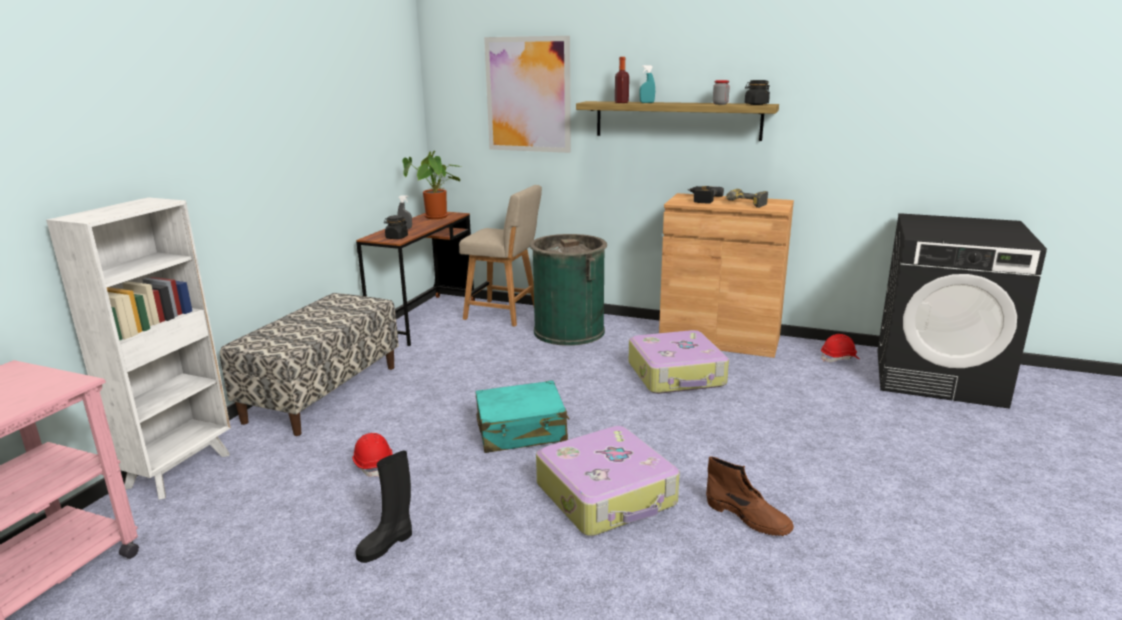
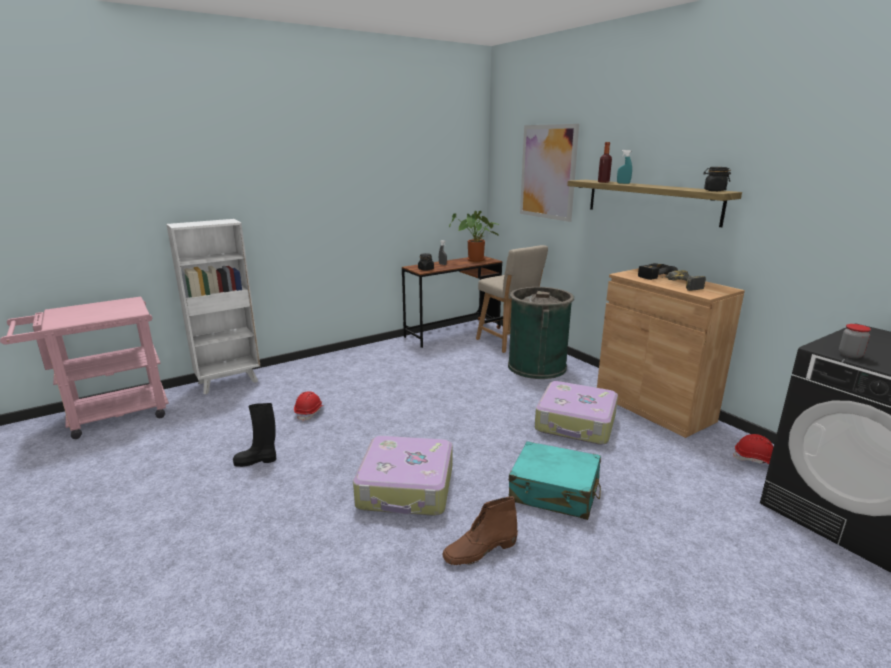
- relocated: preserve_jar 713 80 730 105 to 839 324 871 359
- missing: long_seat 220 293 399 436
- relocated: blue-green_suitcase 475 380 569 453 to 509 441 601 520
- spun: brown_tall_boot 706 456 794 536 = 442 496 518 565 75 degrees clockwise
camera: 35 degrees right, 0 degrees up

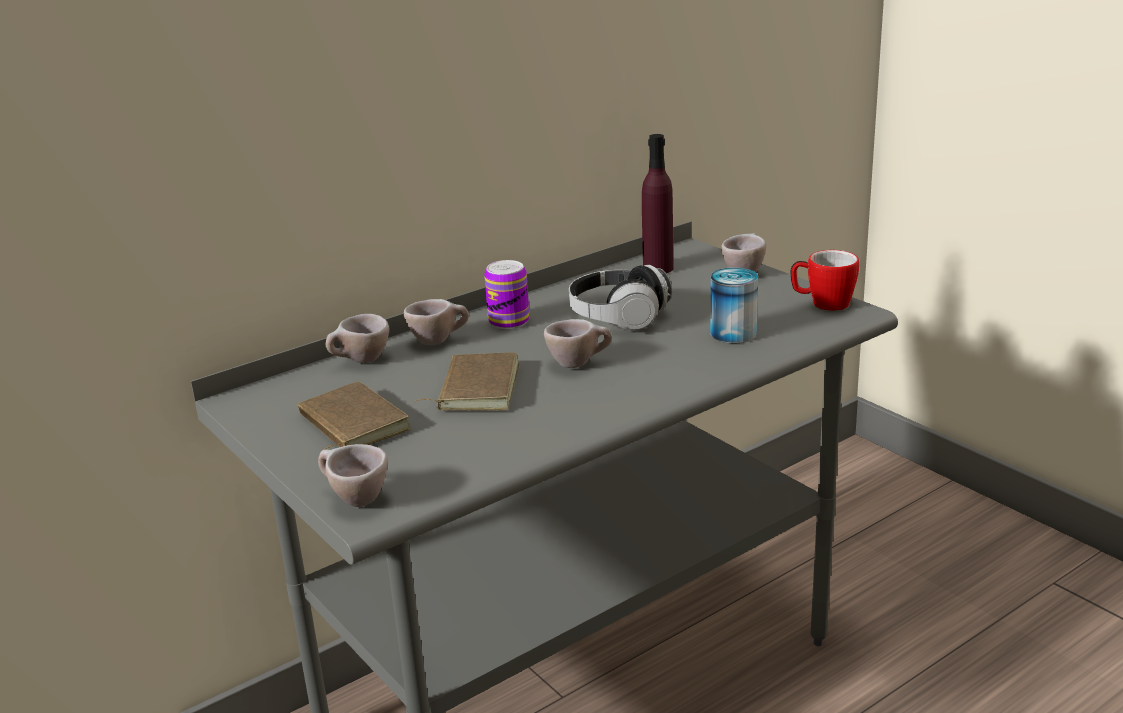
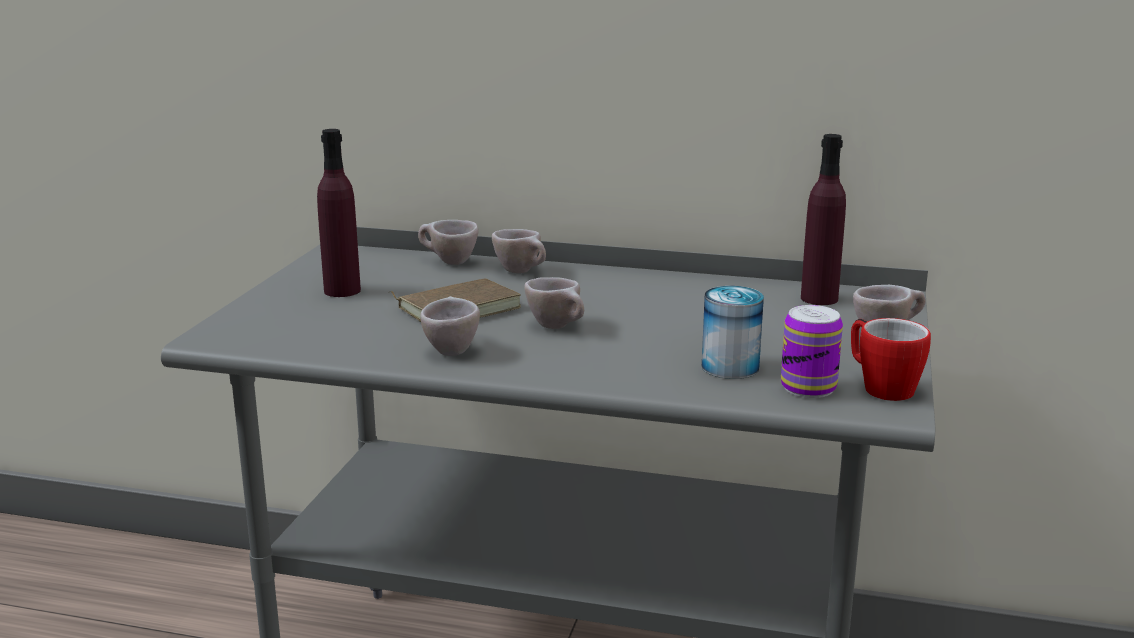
- relocated: can 484 260 529 329 to 781 305 843 398
- missing: pair_of_headphones 569 265 672 330
- exchanged: brown_book 298 381 411 450 to purplish_bottle 317 129 361 297
- relocated: beige-coloured_cup 318 444 388 507 to 421 296 480 356
camera: 50 degrees right, 5 degrees down

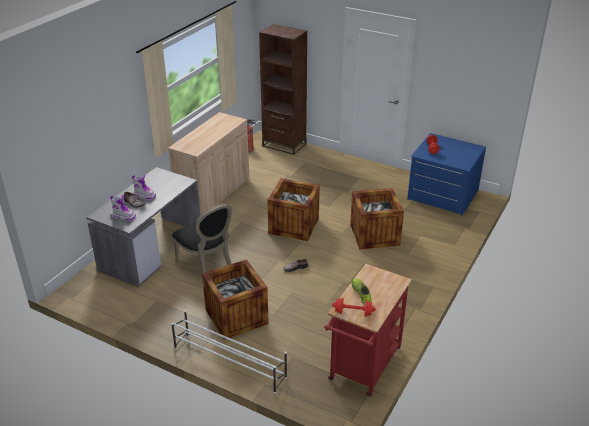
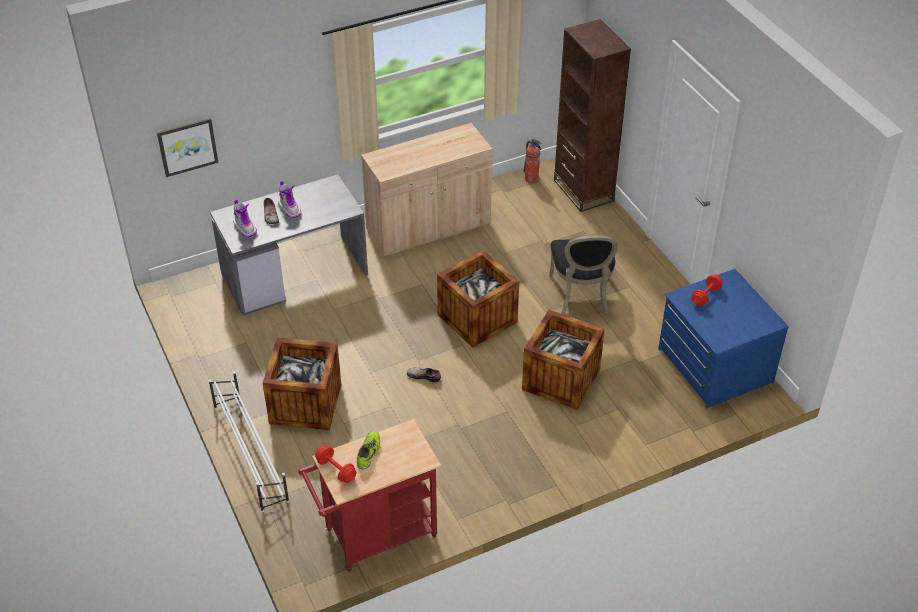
- relocated: black-coloured_upright_chair 172 203 232 283 to 549 234 618 314
- appeared: wall_art 157 118 219 177
camera: 35 degrees right, 10 degrees up

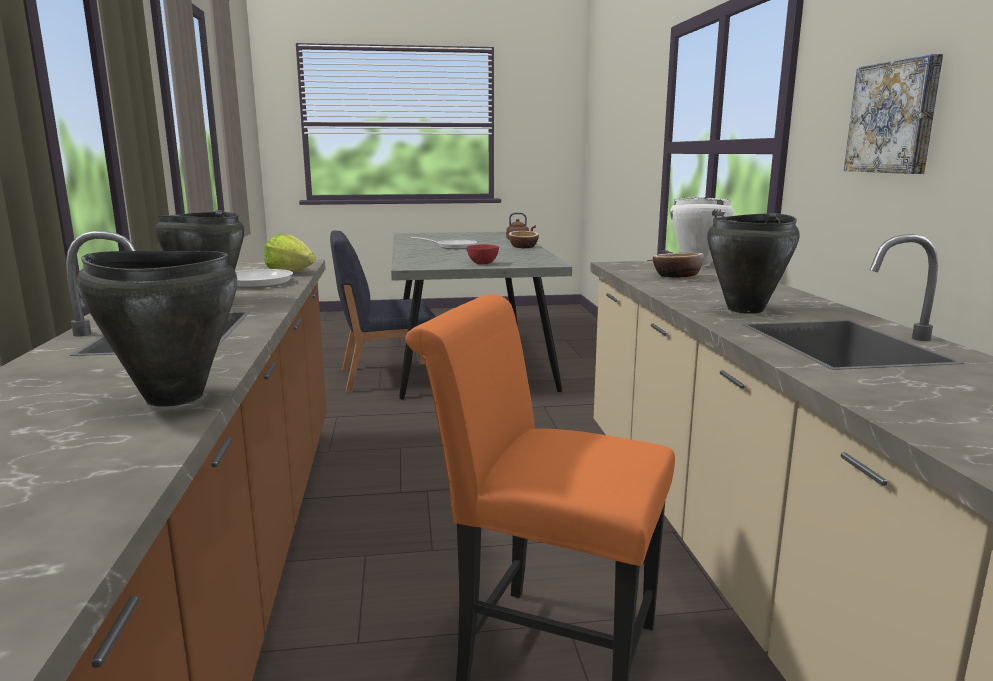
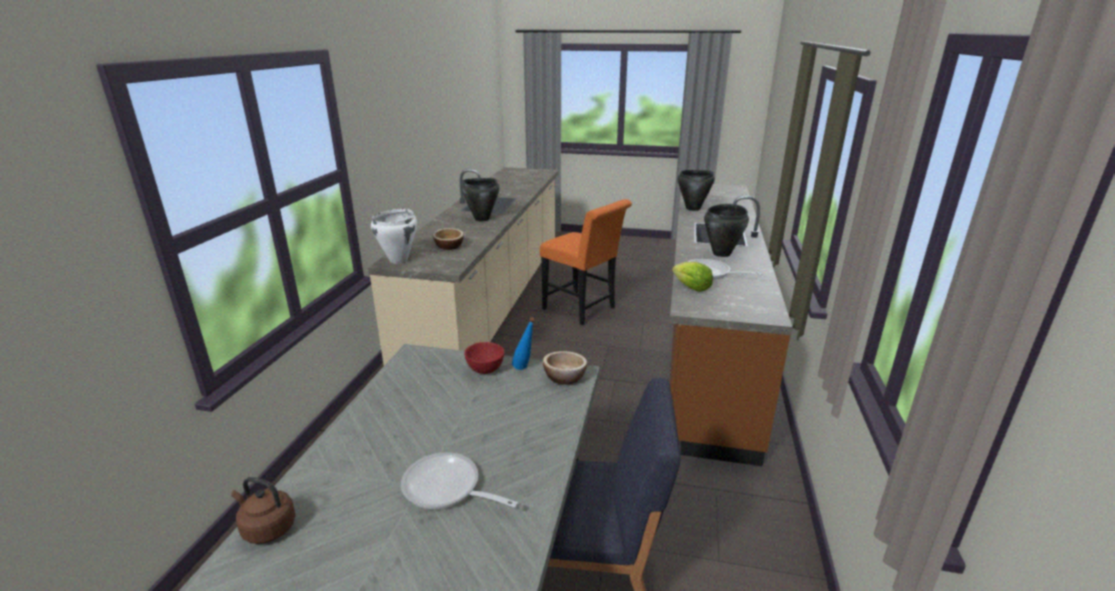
- missing: wall_art 844 54 943 174
- relocated: bowl 509 231 539 248 to 543 351 587 384
- appeared: blue_bottle 512 317 535 370
camera: 160 degrees left, 10 degrees up

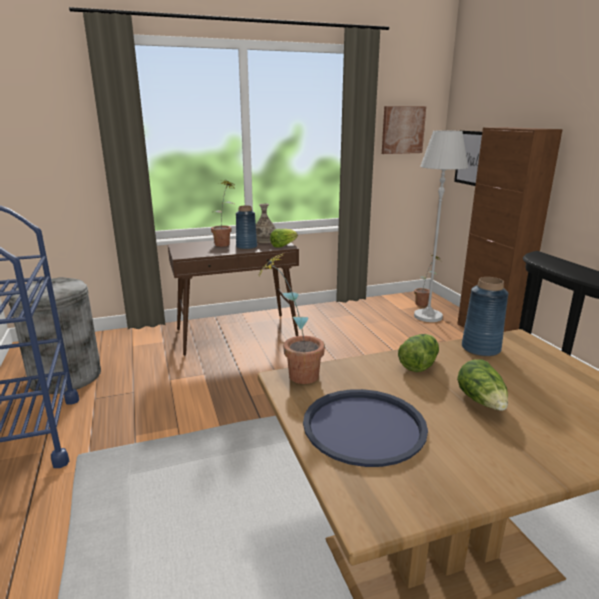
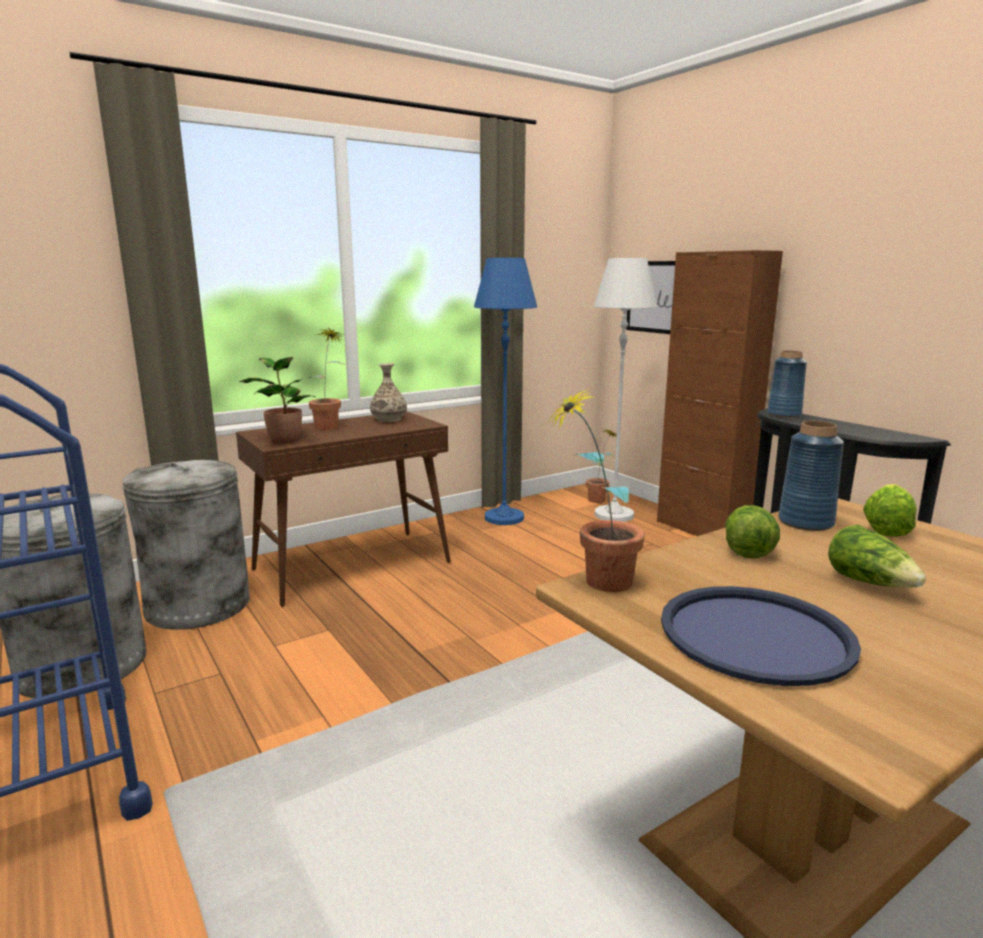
- missing: wall_art 382 106 426 154
- relocated: blue_decorative_vase 236 205 257 250 to 767 351 807 418
- relocated: head_of_lettuce 270 229 298 248 to 863 484 917 537
- appeared: blue_standard_lamp 474 258 537 525
- appeared: plant_in_a_pot 240 357 315 444
- appeared: greyish_trash_can 122 460 250 630
camera: 15 degrees left, 5 degrees down

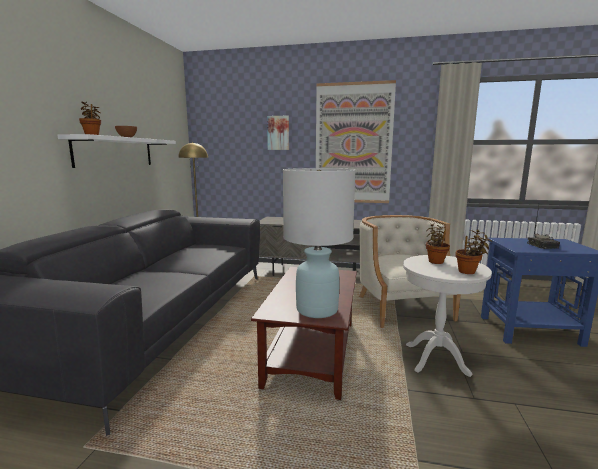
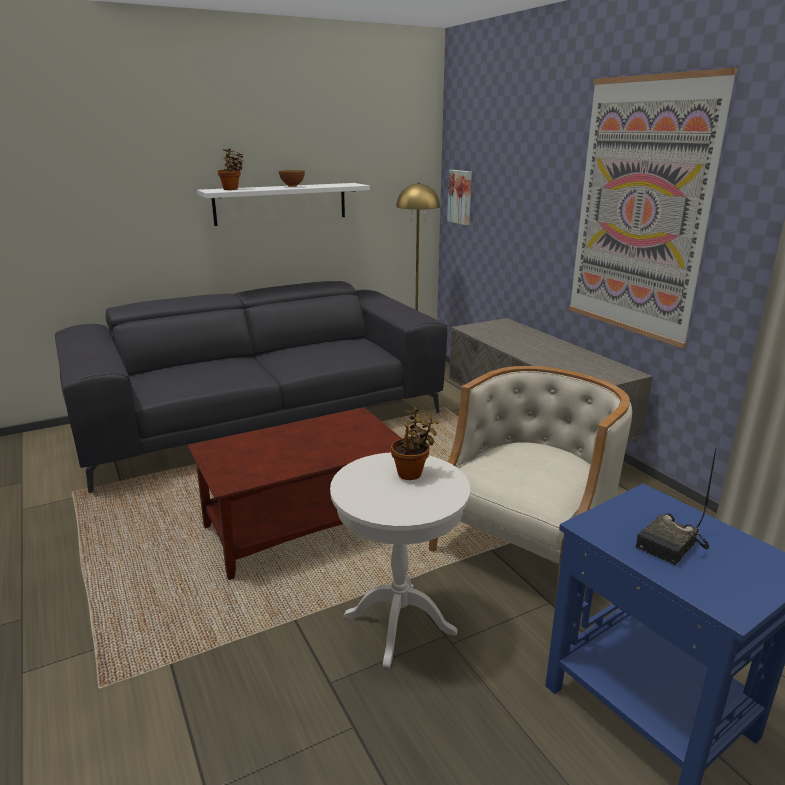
- relocated: wall_art 267 116 289 150 to 447 170 472 225
- missing: white_table_lamp 283 168 356 318
- missing: plant_in_a_pot 456 230 492 274
camera: 50 degrees right, 10 degrees up

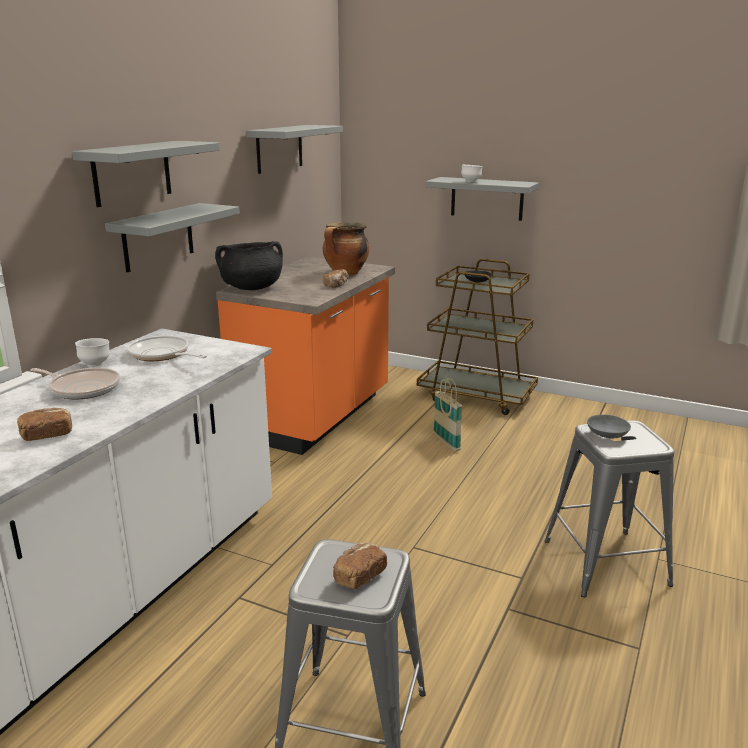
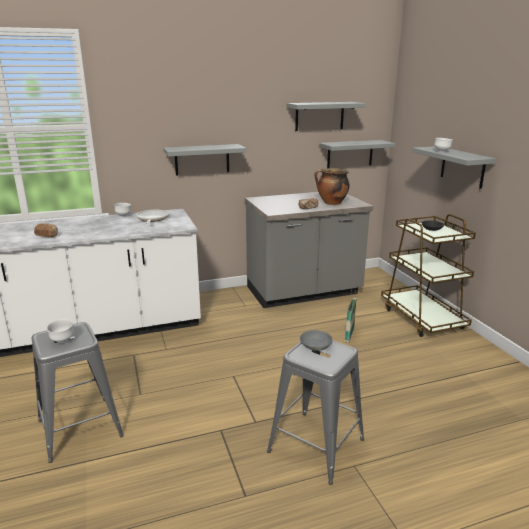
- relocated: greyish_shelf 72 141 220 207 to 320 140 396 168
- missing: black-coloured_saucepot 215 241 283 290
- colour: orangey_kitchen_counter 216 257 395 455 to greyish_kitchen_counter 245 192 373 308
- missing: skillet 31 368 120 400
- exchanged: baked_bread 333 542 387 589 to white_bowl 47 319 74 343
camera: 45 degrees right, 0 degrees up

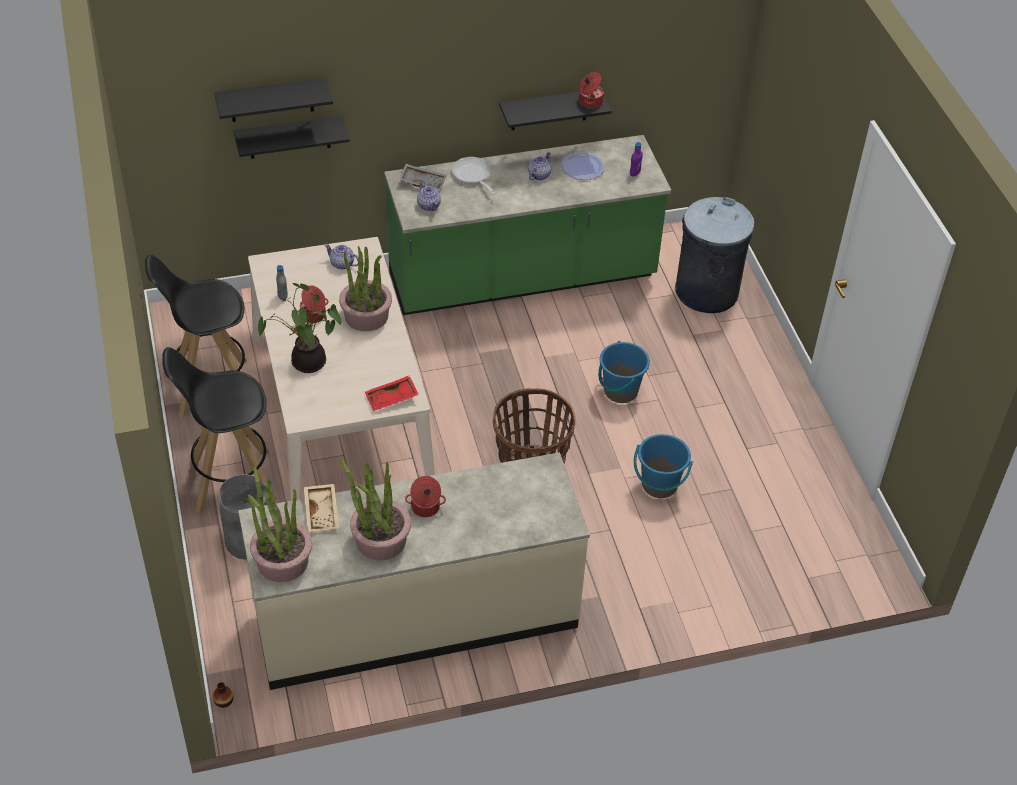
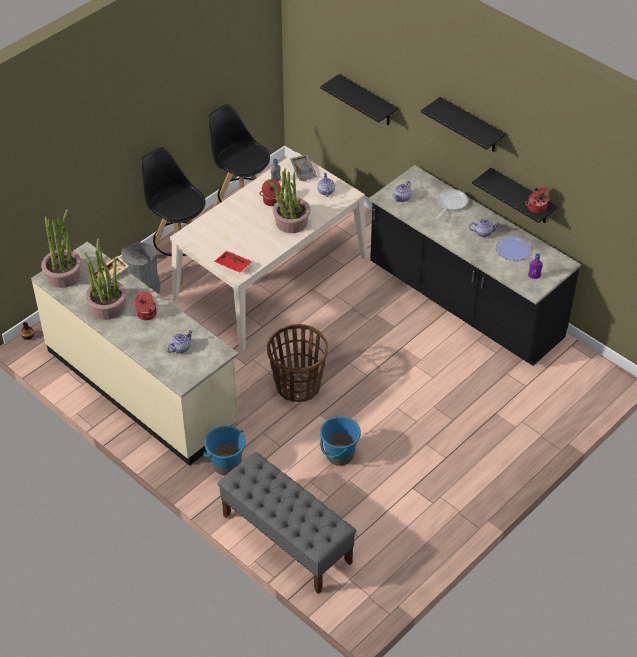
- relocated: black-coloured_shelf 214 78 333 122 to 421 97 506 152
- colour: greenish_kitchen_counter 384 135 671 315 to black-coloured_kitchen_counter 369 165 581 366
- relocated: greyish_carrying_tray 399 164 447 191 to 290 154 317 181
- missing: greyish_trash_can 675 197 754 313
- missing: plant_in_a_pot 258 283 342 373
- relocated: blue_water_bucket 598 341 650 403 to 203 426 246 475
- appeared: tea_pot 167 330 193 353
- appeared: greyish_long_seat 218 452 357 594
camera: 60 degrees right, 0 degrees up

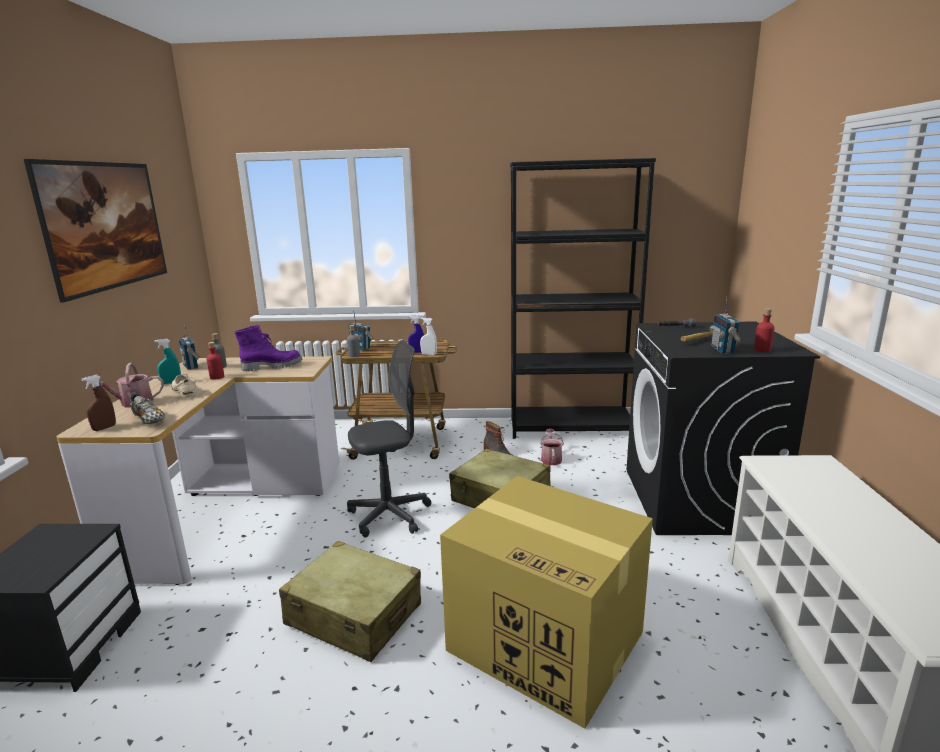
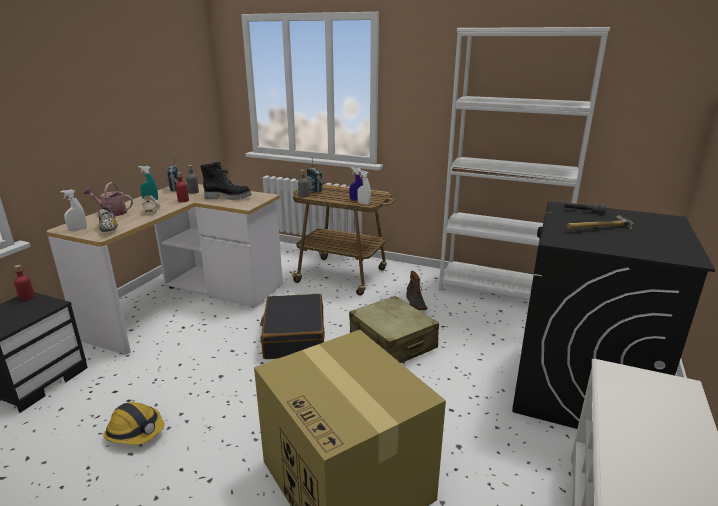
- colour: black-coloured_bookcase 510 158 656 439 to white_bookcase 439 27 610 300
- missing: wall_art 24 159 167 303
- missing: radio 712 296 742 354
- relocated: red_bottle 754 308 775 352 to 14 265 35 301
- colour: purplish_tall_boot 235 325 302 371 to black-coloured_tall_boot 200 162 252 200
- exchanged: greyish_office_chair 347 340 431 538 to black-coloured_suitcase 260 294 325 359
- colour: brown_spray_bottle 81 375 116 431 to white_spray_bottle 61 189 87 231
- missing: watering_pot 540 429 564 465
- missing: beige-coloured_suitcase 279 541 421 662
- appeared: hard_hat 103 402 164 445
camera: 20 degrees right, 5 degrees up

